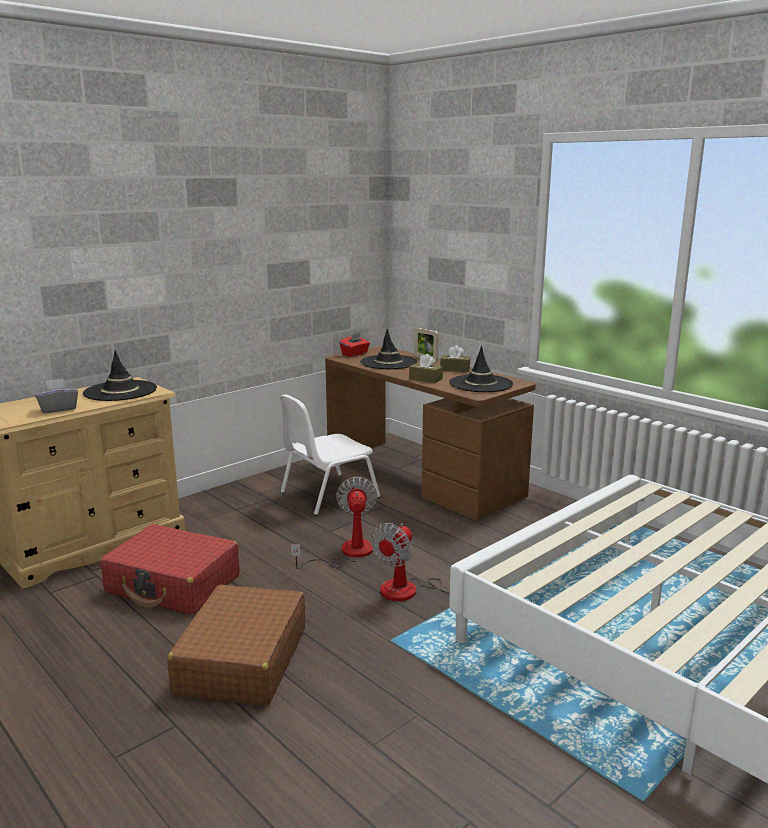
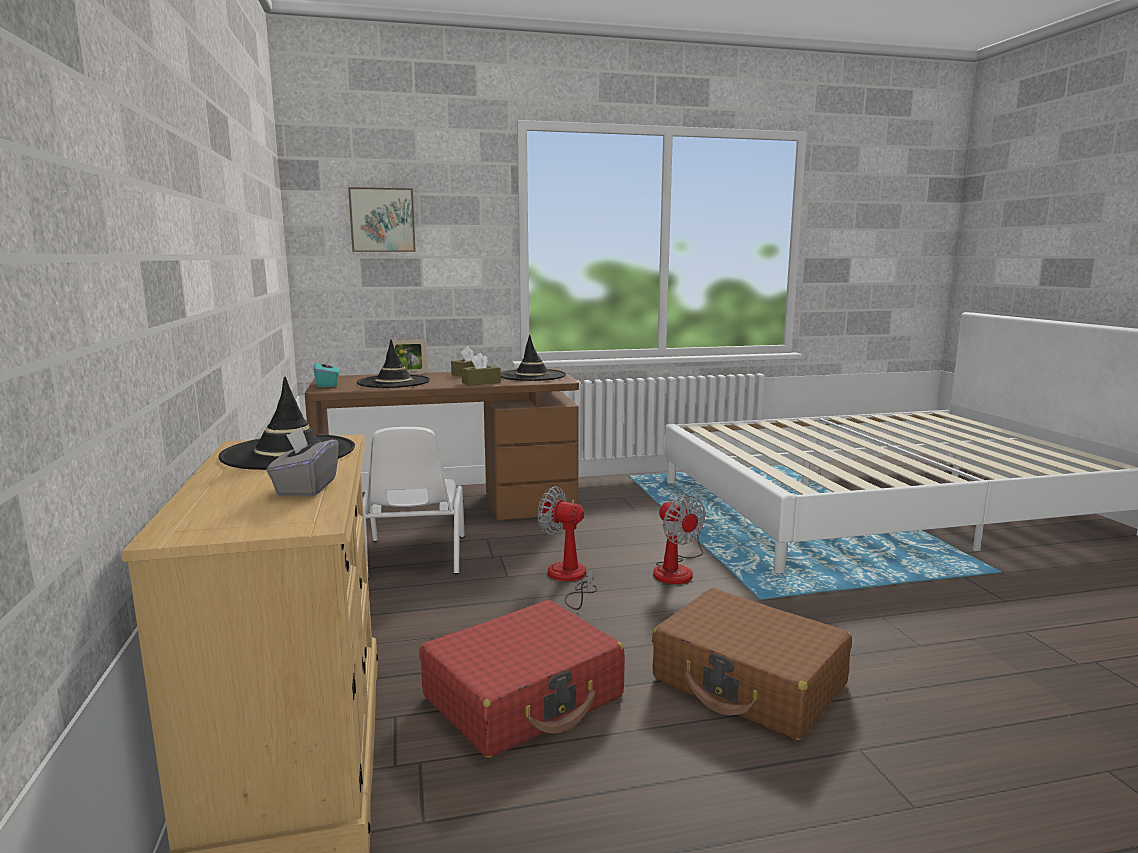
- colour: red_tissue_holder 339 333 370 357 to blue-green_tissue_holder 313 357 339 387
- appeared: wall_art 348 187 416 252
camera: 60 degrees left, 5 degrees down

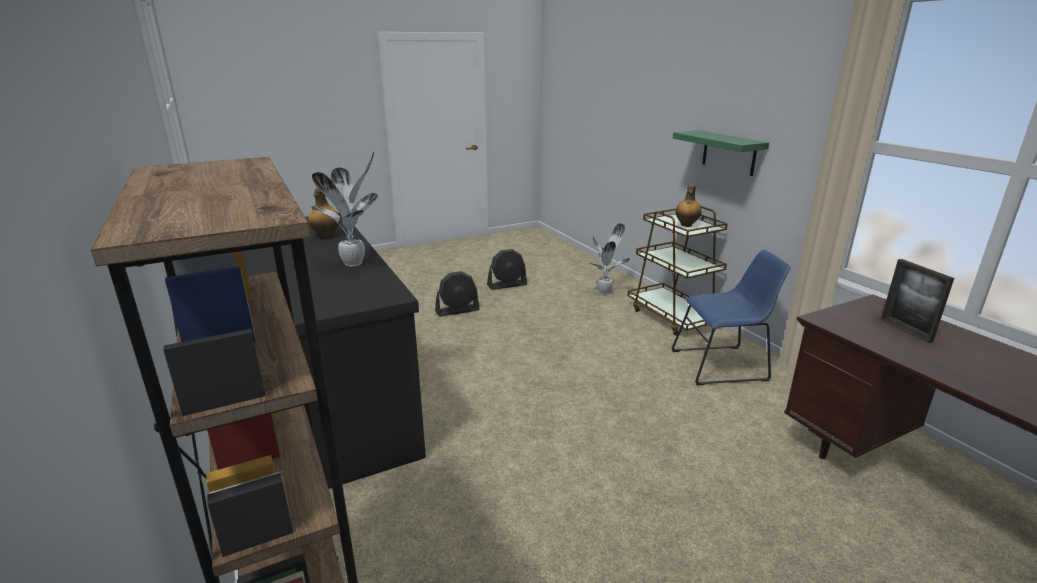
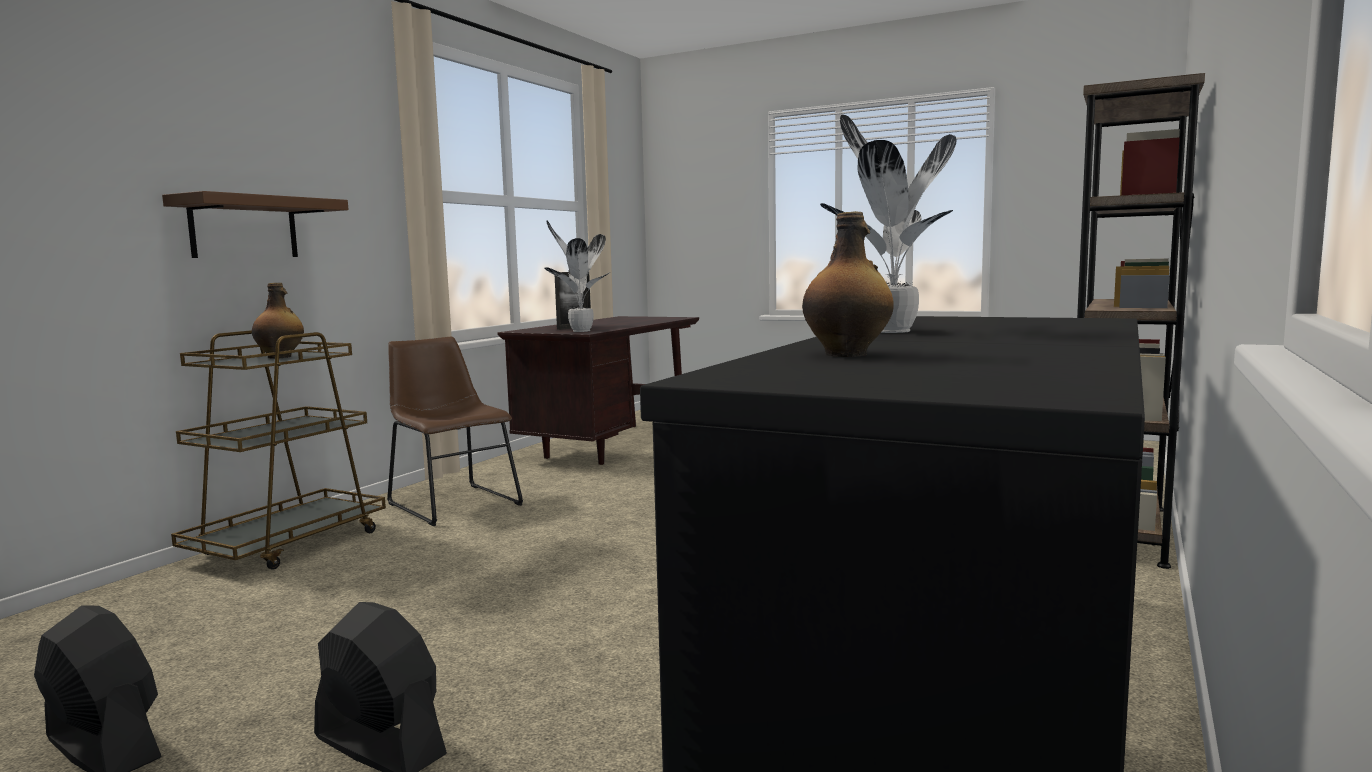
- colour: greenish_shelf 673 130 769 176 to brown_shelf 162 191 349 258
- relocated: plant_in_a_pot 590 223 630 294 to 544 221 611 332
- colour: blue_upright_chair 671 250 791 385 to brown_upright_chair 387 337 523 526
camera: 125 degrees left, 15 degrees down

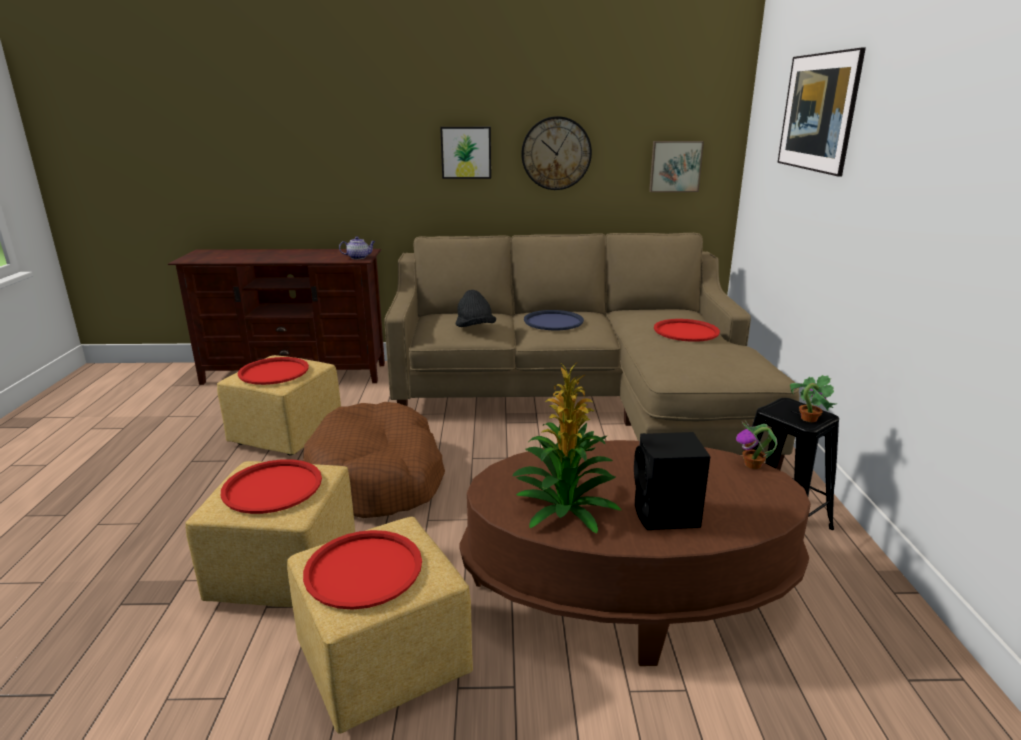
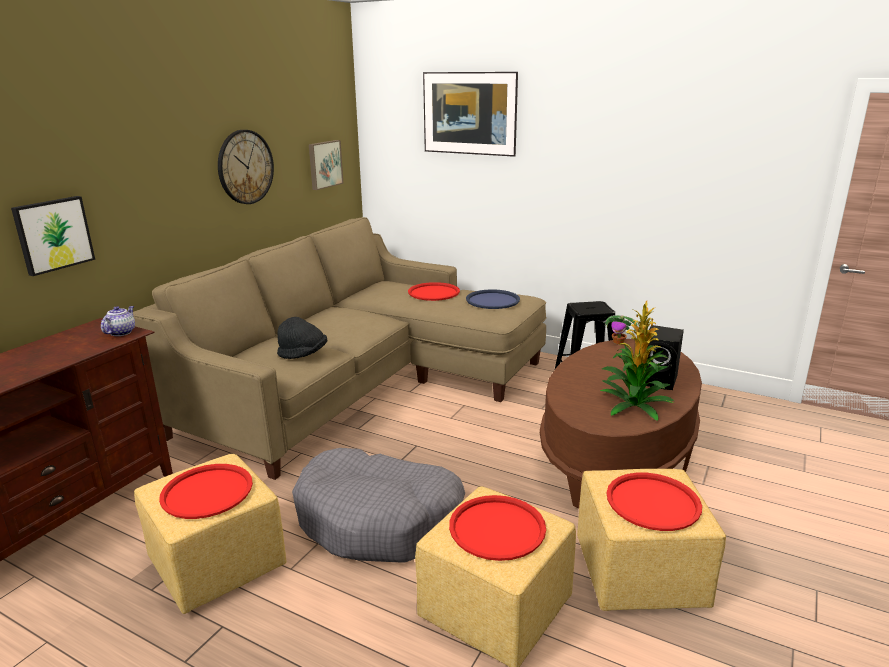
- relocated: wall_art 440 127 491 179 to 11 196 95 276
- relocated: blue_carrying_tray 524 310 584 330 to 466 289 520 309
- missing: plant_in_a_pot 790 375 837 422
- colour: brown_dog_cushion 303 402 445 518 to greyish_dog_cushion 292 448 465 563
camera: 60 degrees left, 0 degrees up

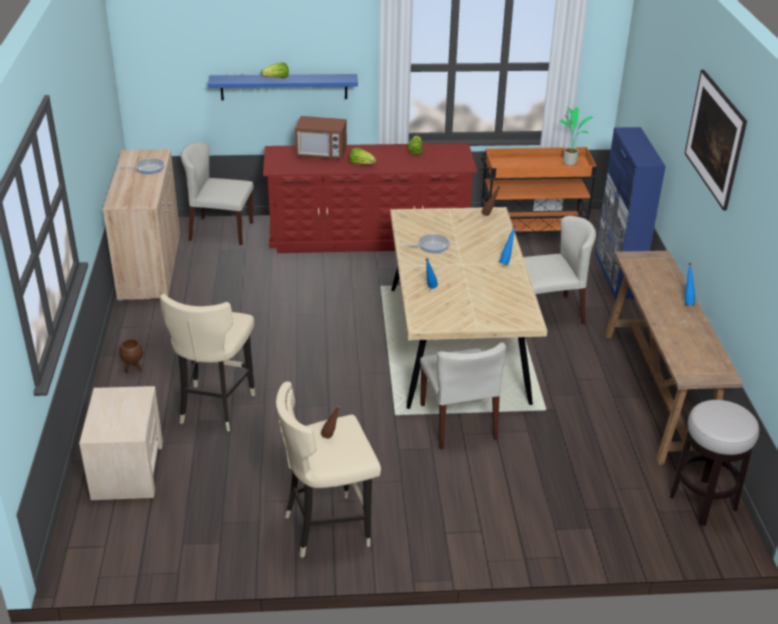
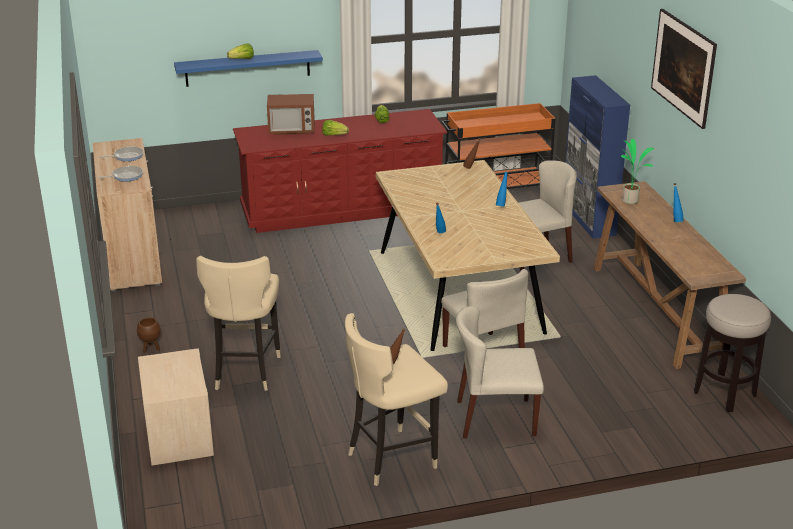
- relocated: plant_in_a_pot 560 107 593 166 to 621 139 654 204
- relocated: beige-coloured_upright_chair 181 142 254 245 to 456 306 544 439
- relocated: skillet 404 234 450 253 to 98 166 143 182
camera: 10 degrees left, 5 degrees down

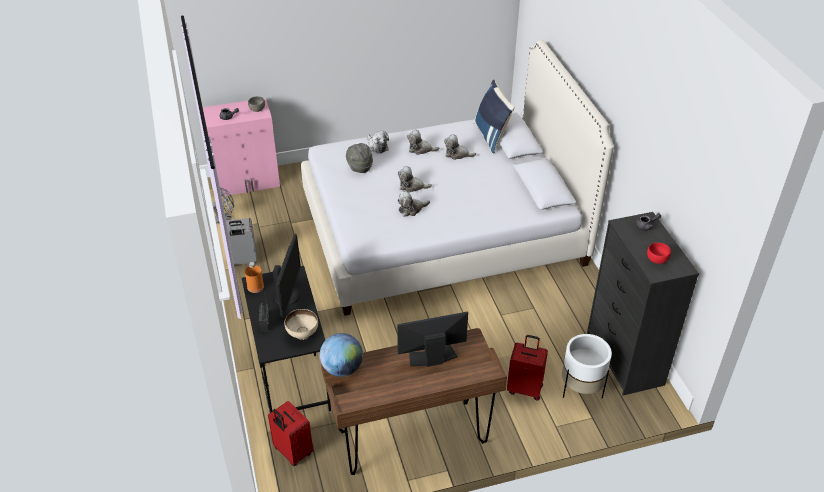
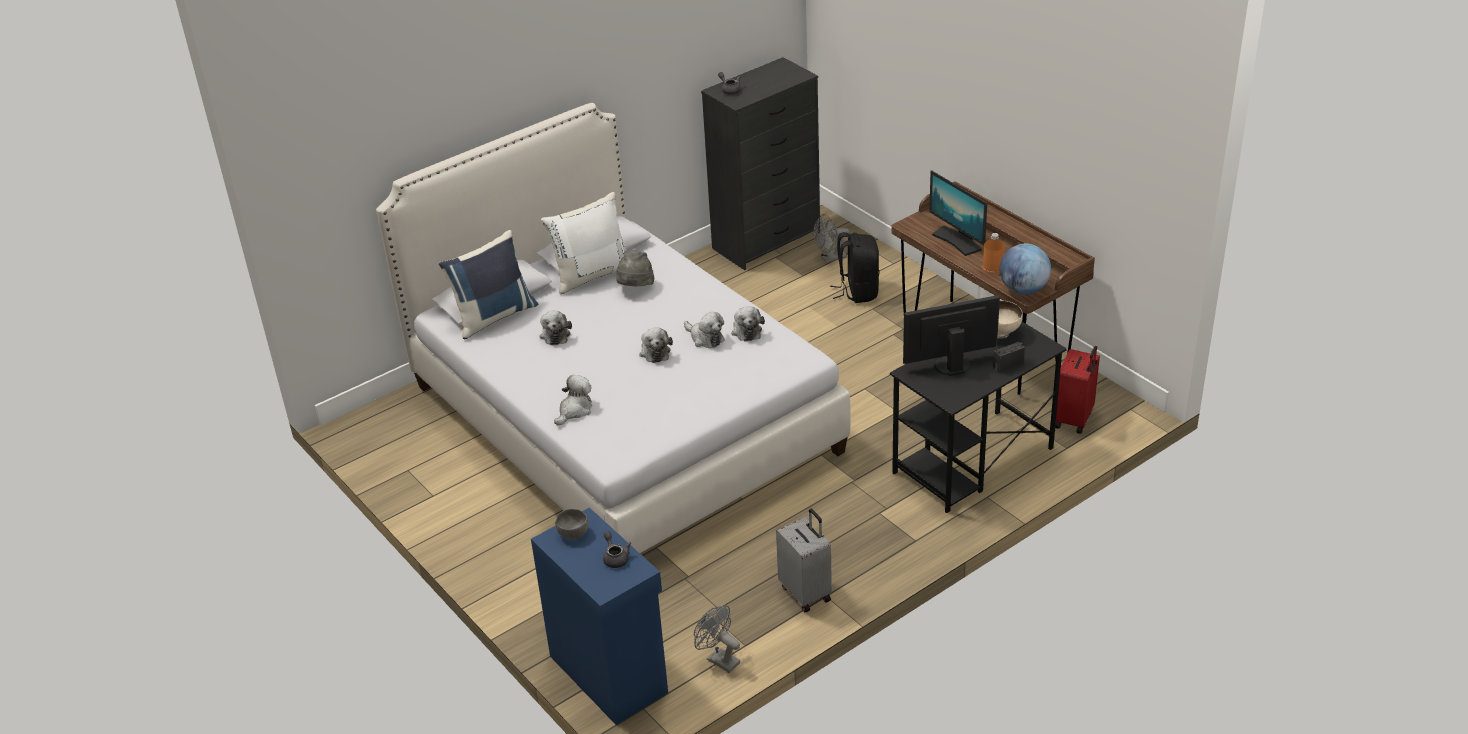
- colour: pinkish_cabinet 203 98 280 197 to blue_cabinet 531 508 668 725
- relocated: soft_toy 407 129 439 155 to 731 306 765 342
- relocated: greyish_clothing_hat 346 143 373 173 to 616 250 654 286
- missing: red_bowl 647 243 671 264
- relocated: orangey_bottle 245 262 264 293 to 982 233 1005 275
- exchanged: white_flower_pot 562 334 612 398 to greyish_fan 814 214 849 263
- exchanged: red_suitcase 507 335 548 401 to black-coloured_knapsack 830 232 879 303
- appeared: white_throw_pillow 541 192 626 295
camera: 110 degrees left, 5 degrees down

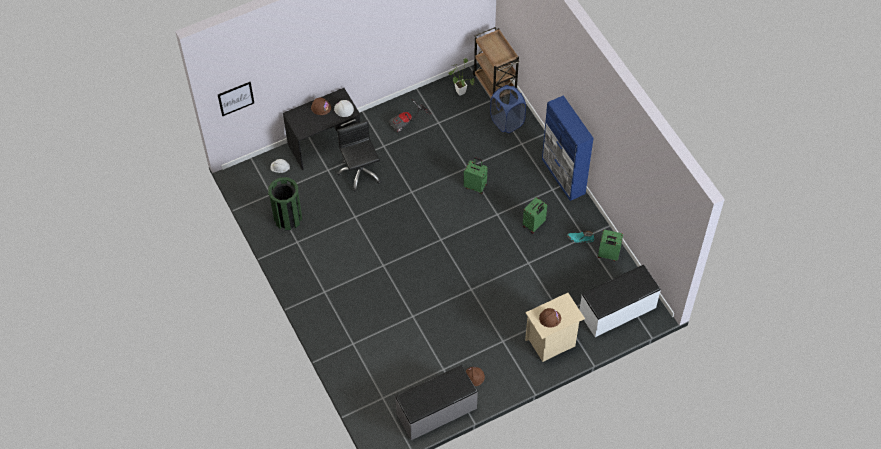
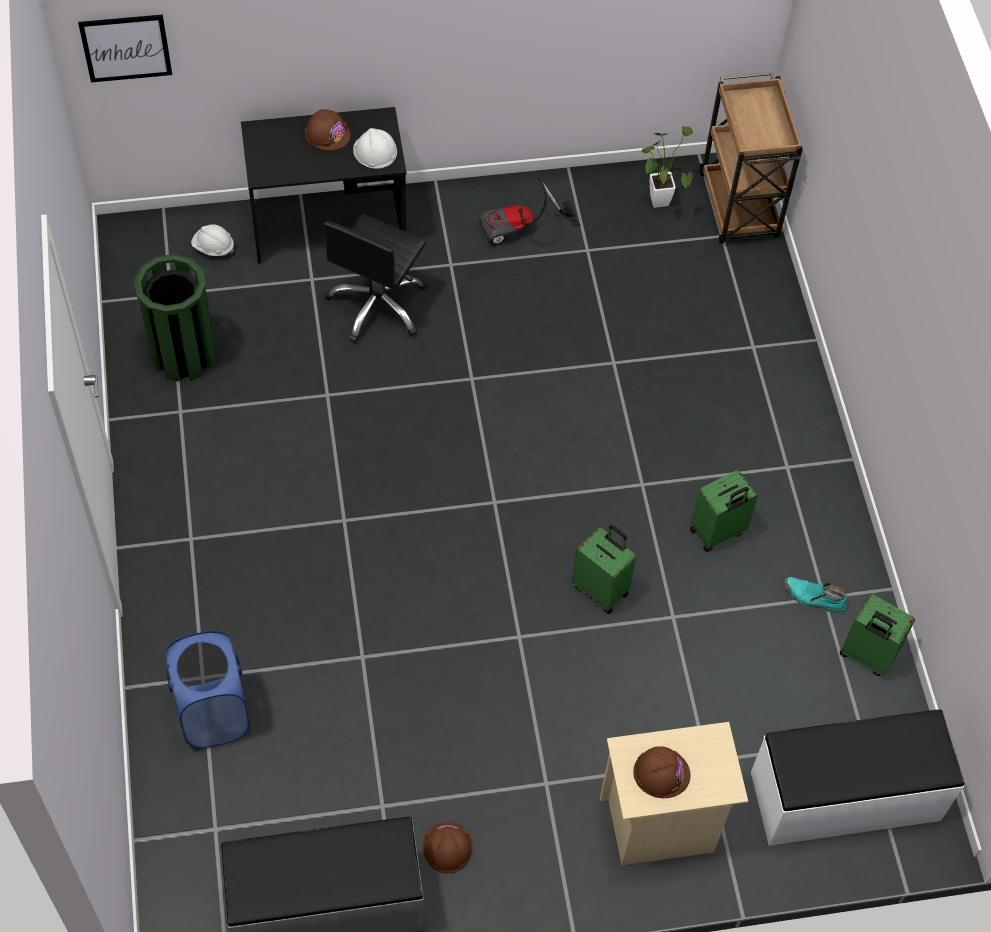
- relocated: blue_hamper 490 85 526 133 to 165 631 251 749
- missing: blue_cabinet 542 95 594 201
- spun: black-coloured_office_chair 337 120 381 192 = 324 214 427 343 150 degrees counterclockwise
- relocated: greenish_suitcase 464 157 488 194 to 572 525 636 614
camera: 15 degrees right, 0 degrees up

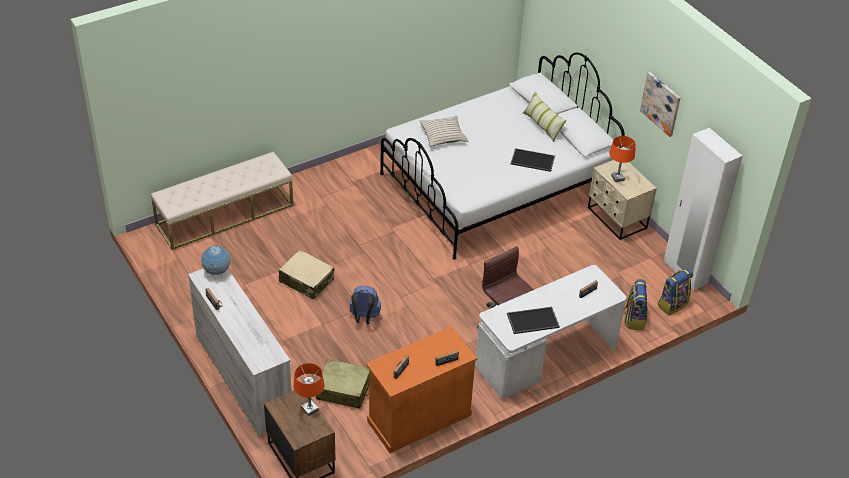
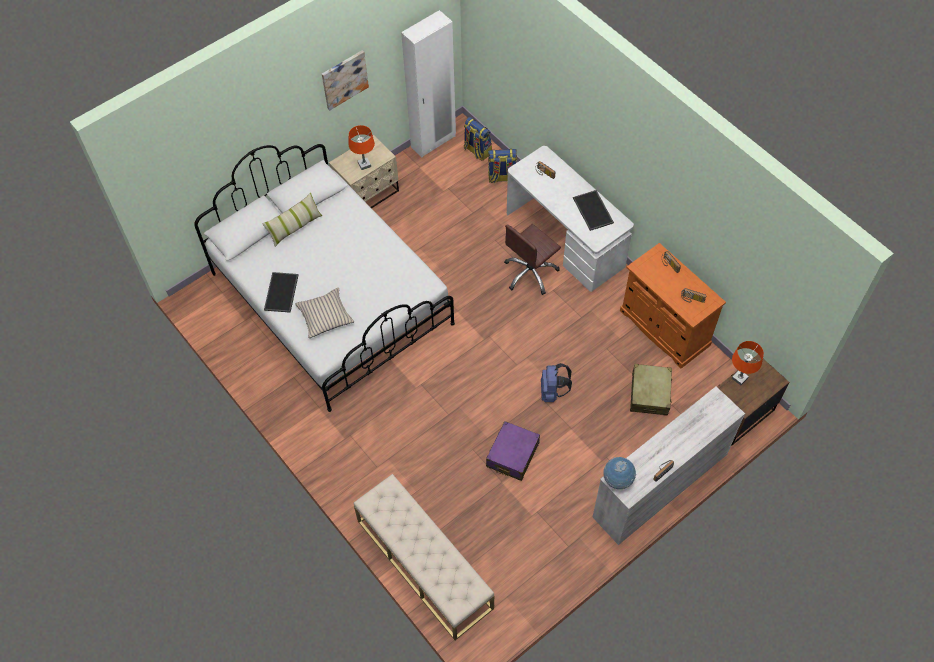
- relocated: carrying_tray 511 148 555 172 to 264 272 299 313
- colour: beige-coloured_suitcase 279 250 334 300 to purplish_suitcase 486 421 540 481
camera: 95 degrees left, 15 degrees up

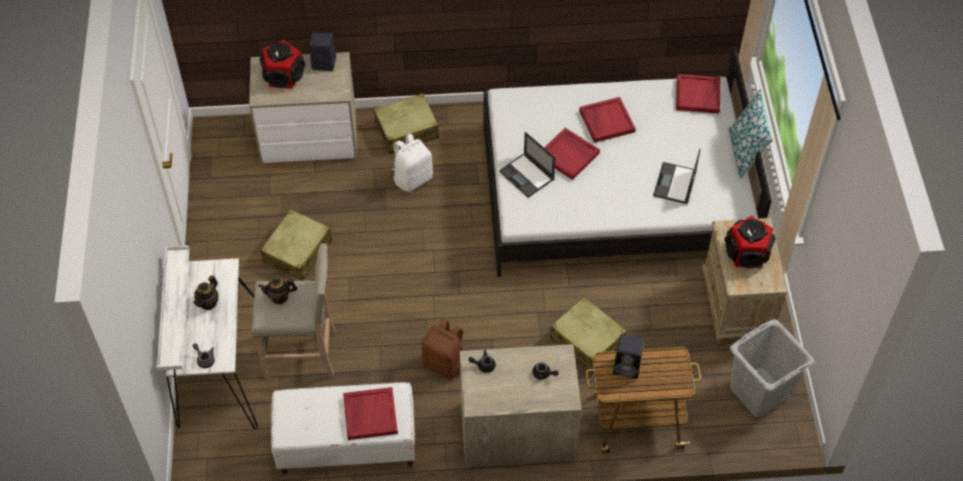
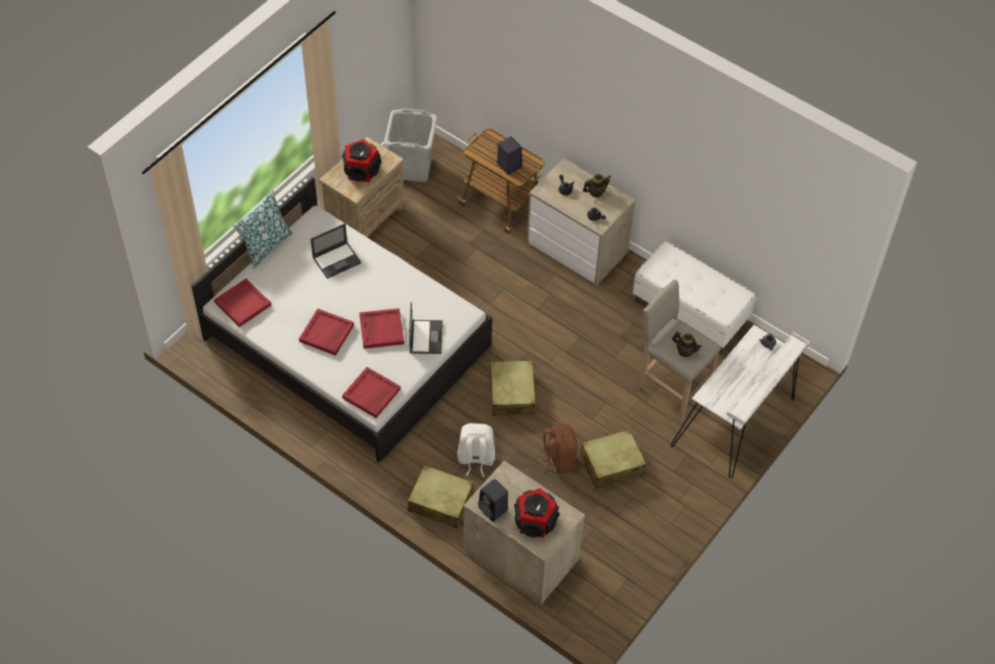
- relocated: tea_pot 193 275 218 310 to 583 174 611 197
- relocated: beige-coloured_suitcase 550 297 627 373 to 490 360 537 415
- relocated: brown_knapsack 421 319 466 379 to 536 424 577 475
- relocated: red_carrying_tray 343 387 398 440 to 342 367 401 418
camera: 140 degrees left, 0 degrees up

